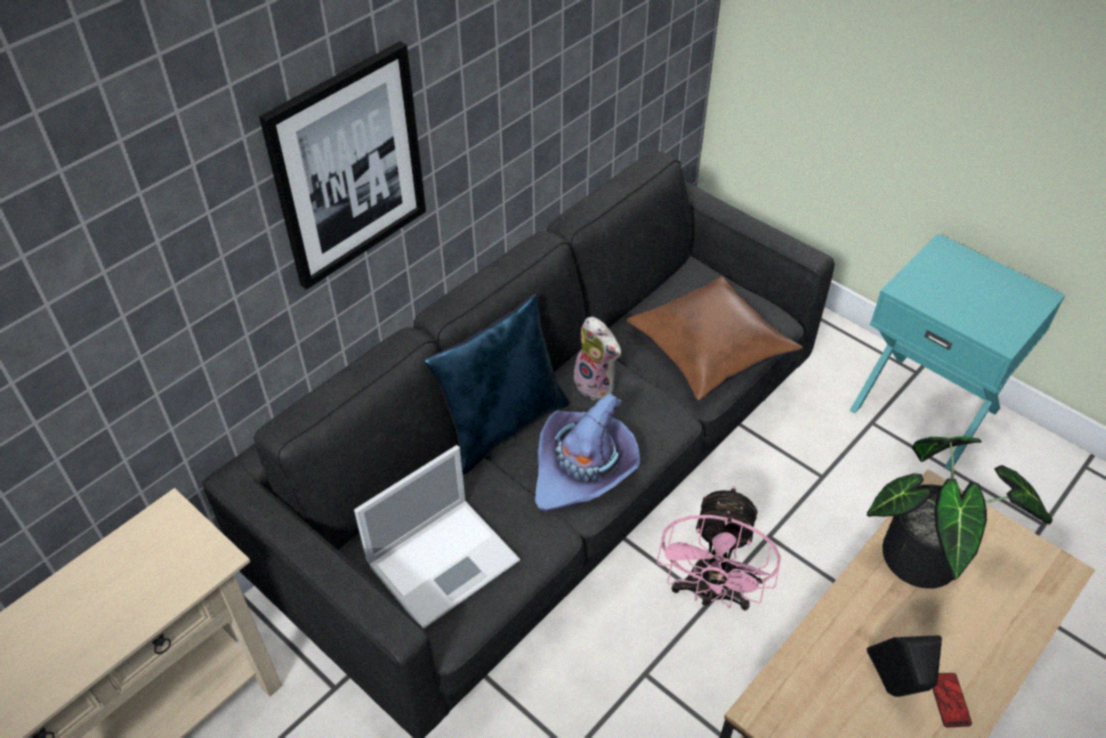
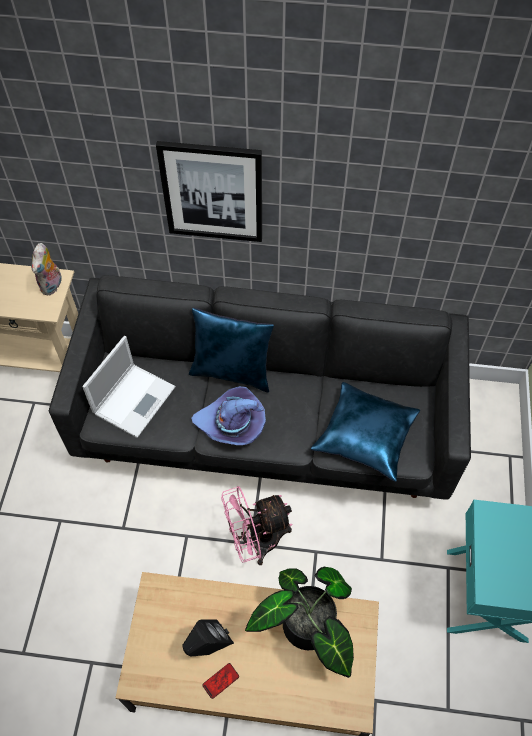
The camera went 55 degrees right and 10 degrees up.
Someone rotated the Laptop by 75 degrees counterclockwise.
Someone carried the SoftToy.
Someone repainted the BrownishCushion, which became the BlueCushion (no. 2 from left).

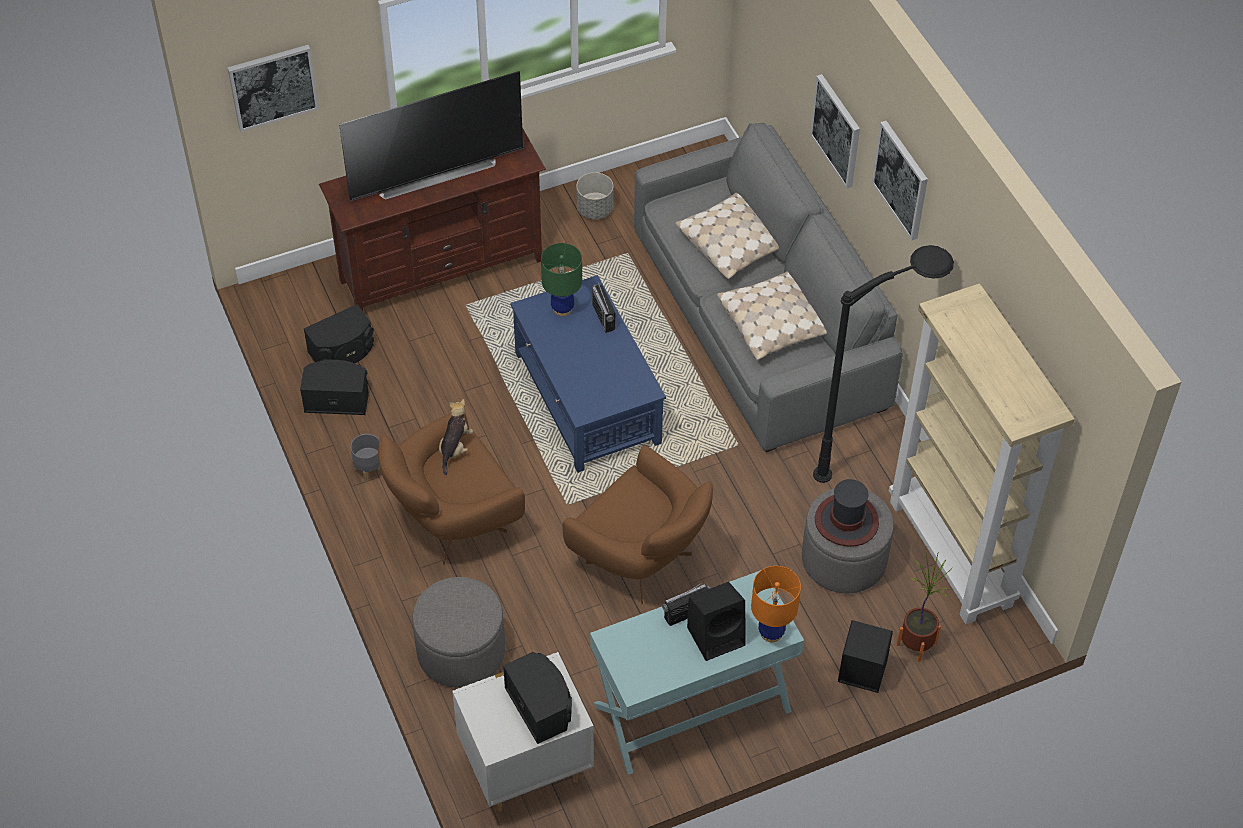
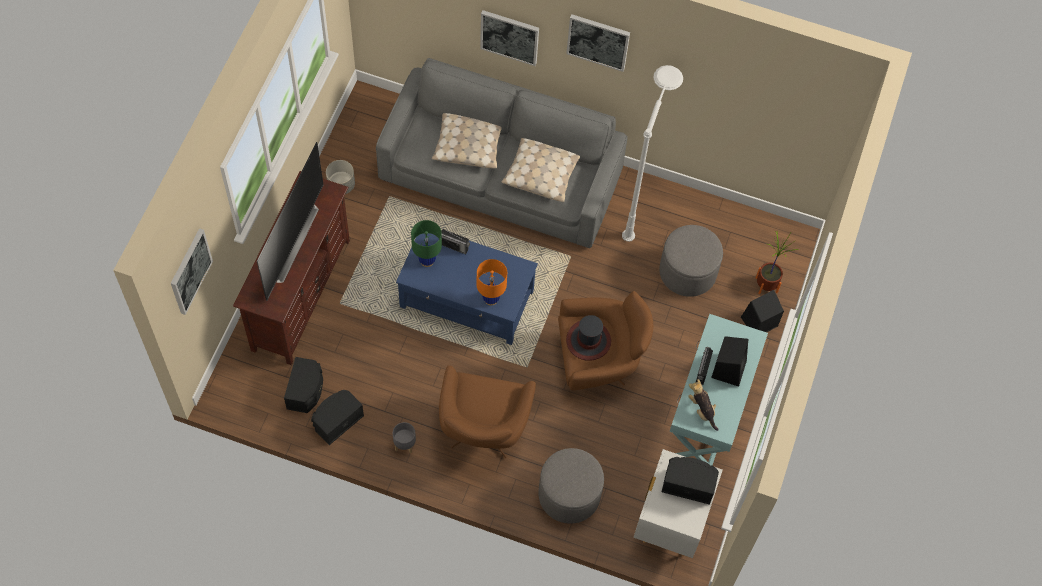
The camera went 50 degrees left and 10 degrees up.
Someone carried the SoftToy.
Someone carried the OrangeLampForATable.
Someone repainted the BlackStandardLamp, which became the WhiteStandardLamp.
Someone carried the Hat.
Someone took away the SandColouredShelvingUnit.

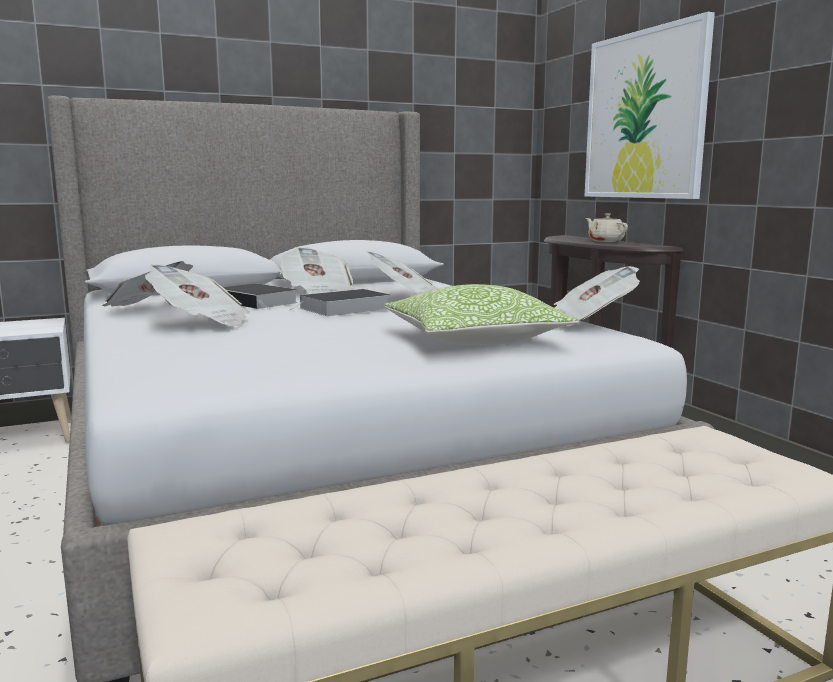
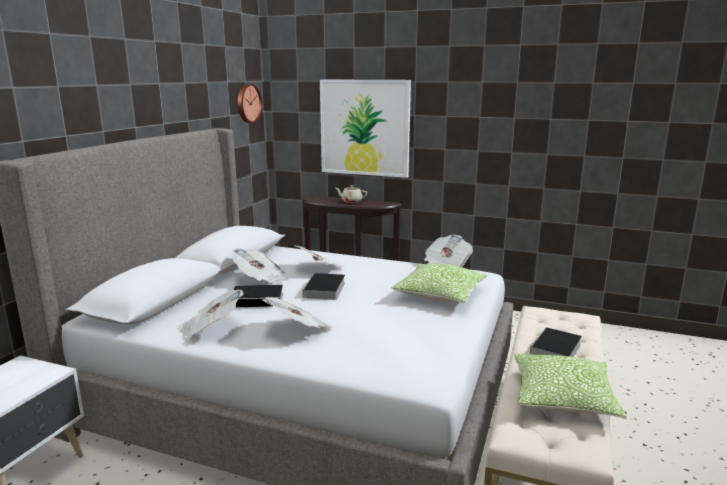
The camera went 45 degrees left and 5 degrees up.
Someone put up the WallClock.
Someone put down the Cushion (no. 2 from left).
Someone put down the BoundBook (no. 3 from left).

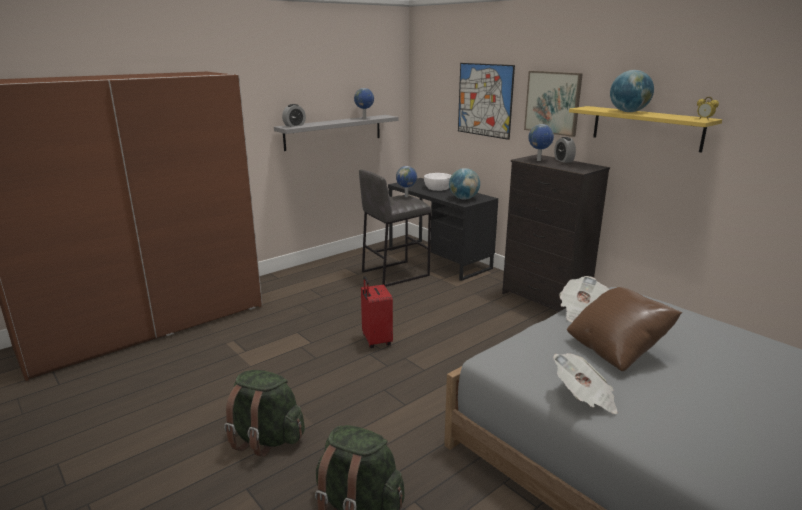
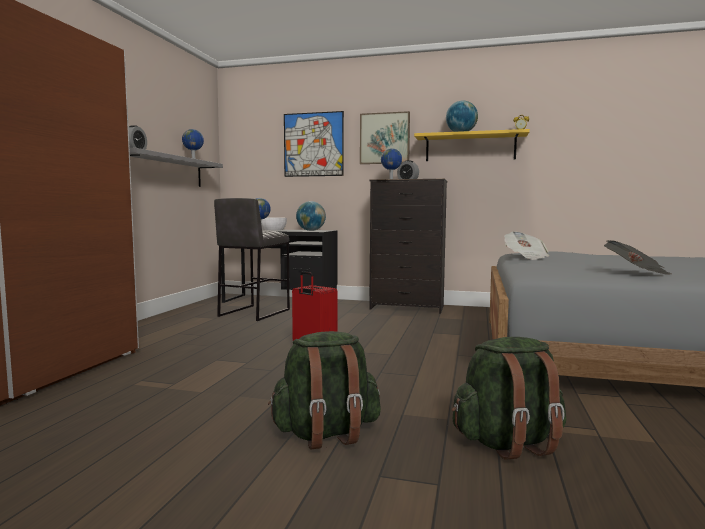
The camera went 35 degrees left and 15 degrees down.
Someone took away the BrownishCushion.

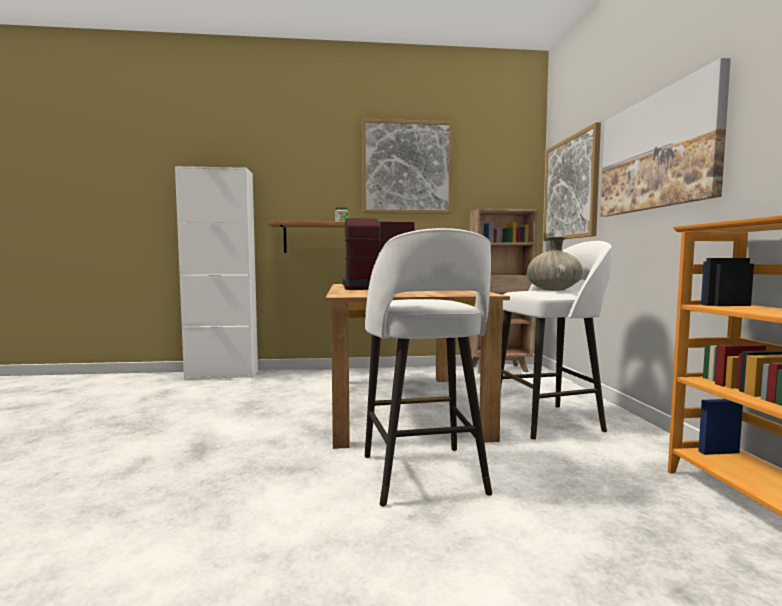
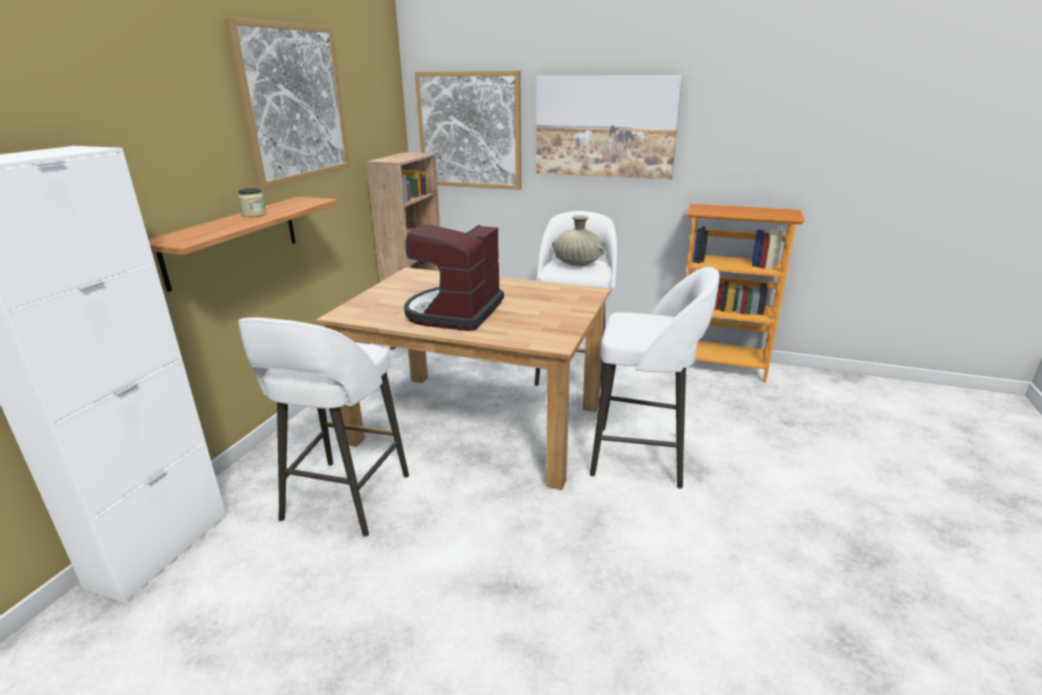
The camera went 65 degrees left and 20 degrees up.
Someone put down the WhiteSittingStool (no. 1 from left).

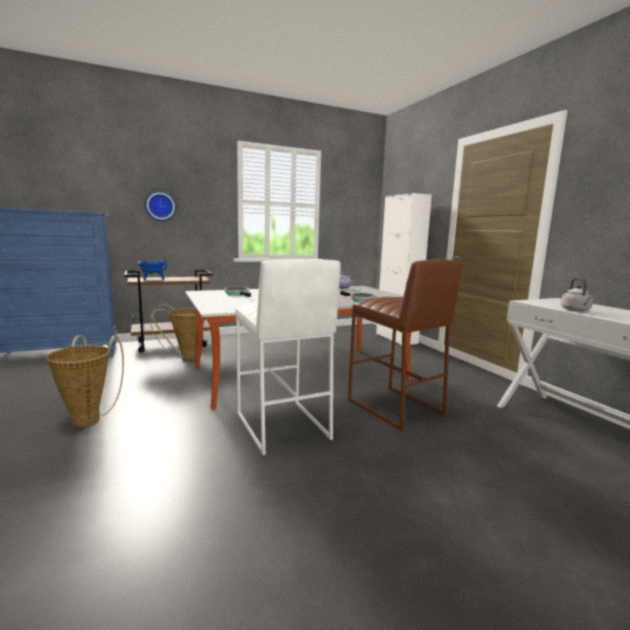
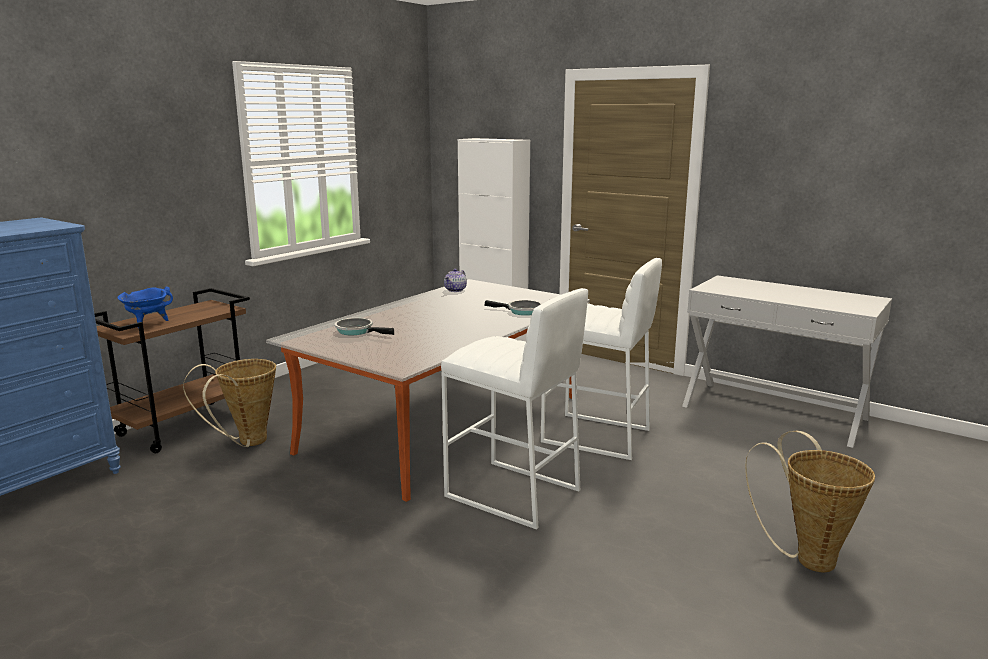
The camera went 30 degrees left and 5 degrees up.
Someone carried the StorageBasket (no. 1 from left in the first image).
Someone took away the WallClock.
Someone repainted the BrownishSittingStool, which became the WhiteSittingStool (no. 2 from left).
Someone took away the GrayTeaKettle.

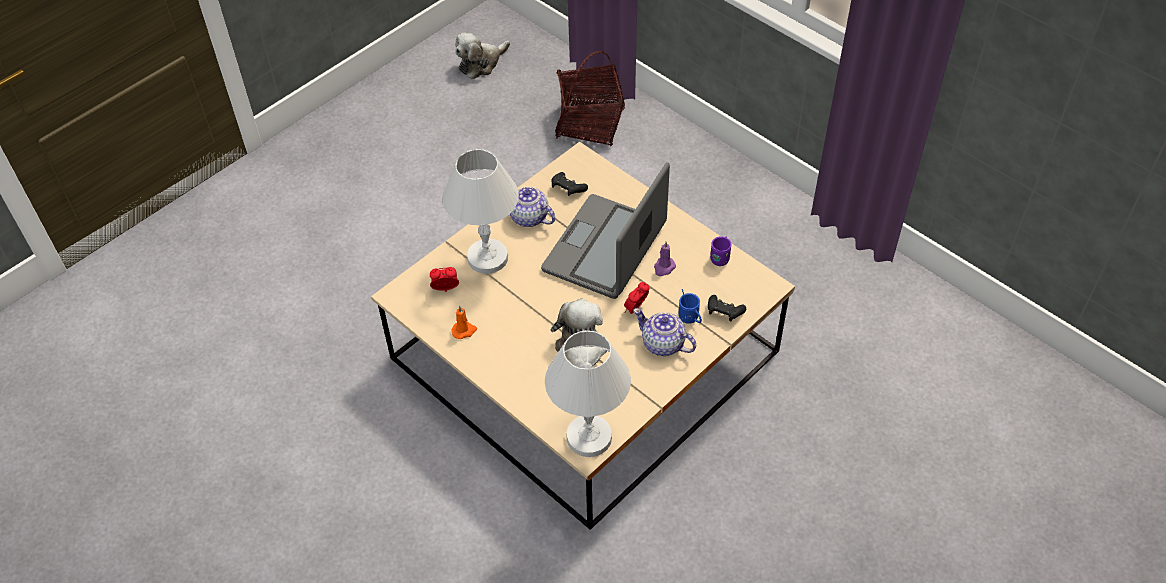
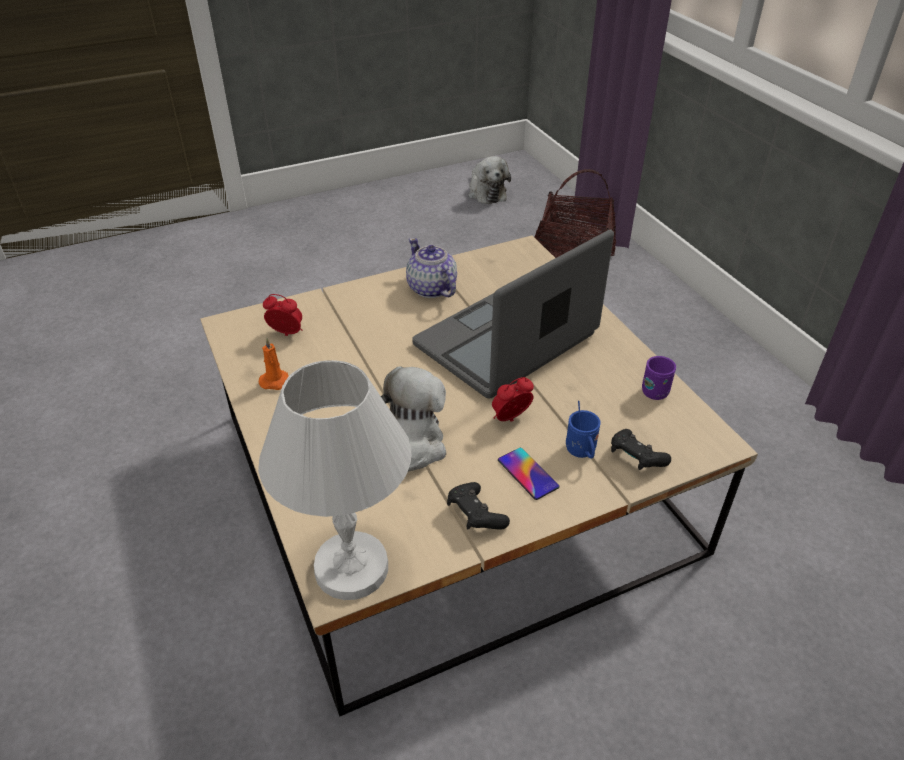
The camera went 20 degrees right and 10 degrees down.
Someone took away the WhiteLampForATable (no. 1 from left).
Someone rotated the SoftToy (no. 1 from left in the first image) by 90 degrees counterclockwise.
Someone carried the BlackJoypad (no. 1 from left).
Someone swapped the PotForTea (no. 2 from left) for the Telephone.
Someone took away the PurpleWaxCandle.

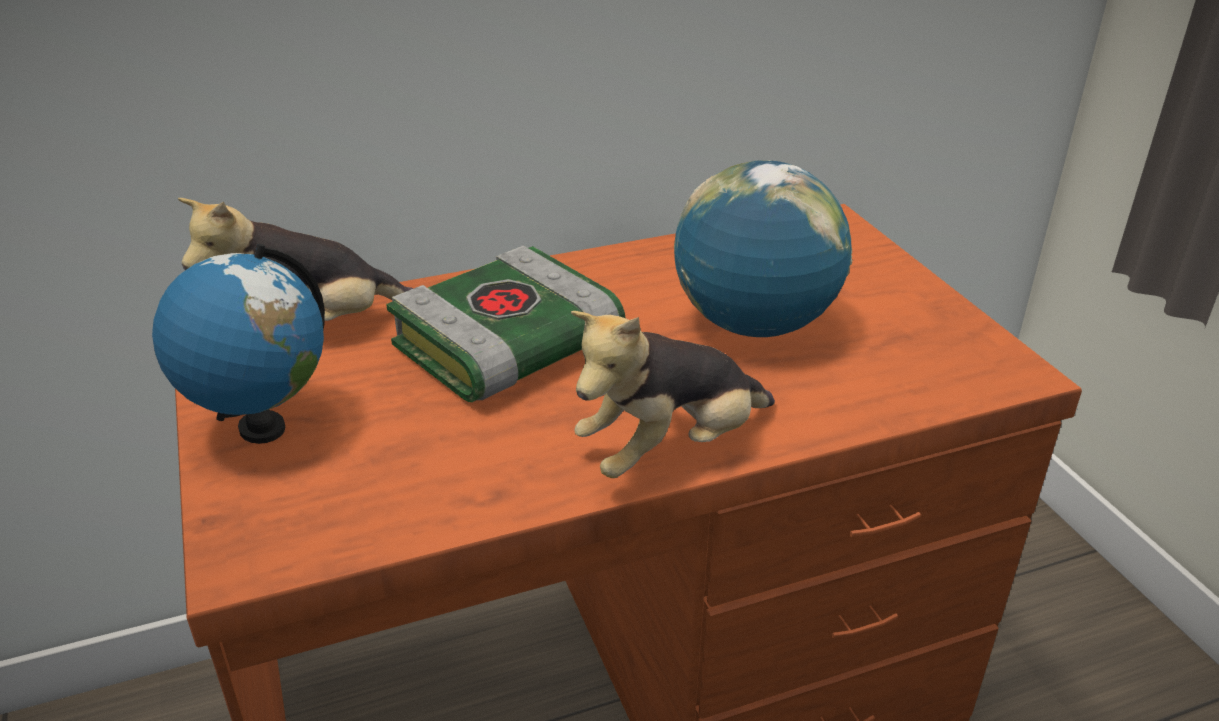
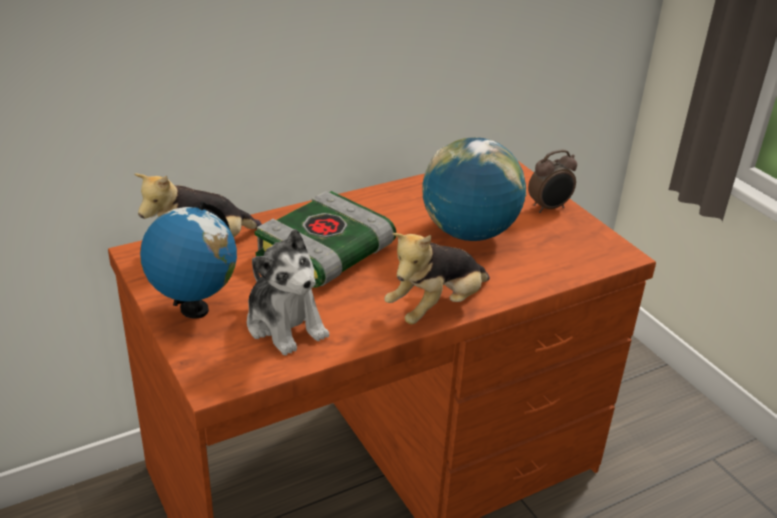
The camera went 10 degrees left and 0 degrees up.
Someone put down the SoftToy (no. 2 from left).
Someone put down the TableClock.

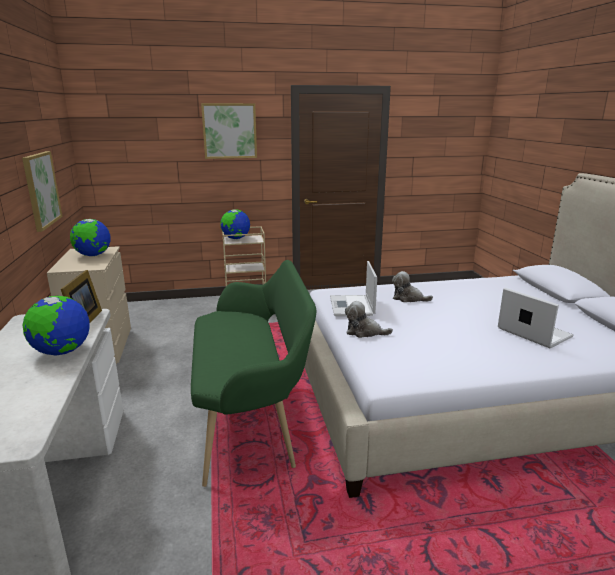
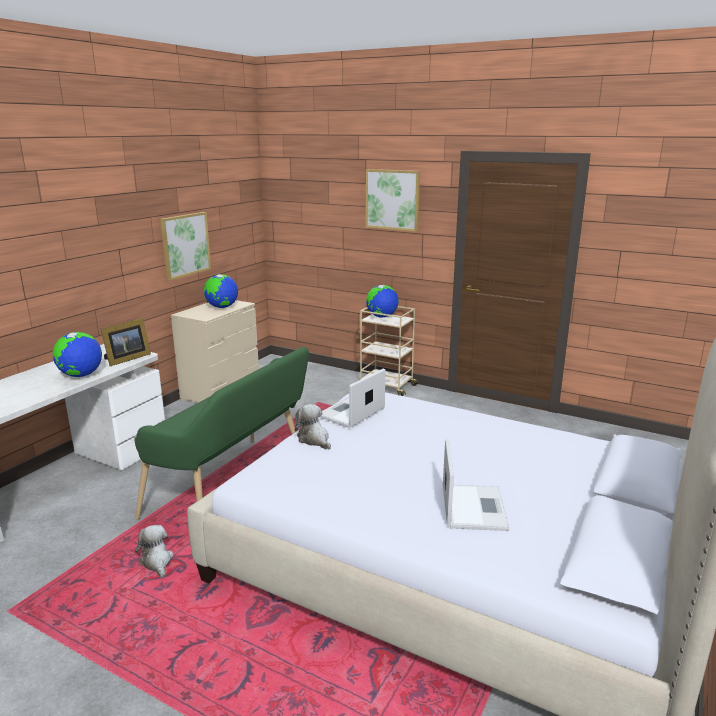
The camera went 40 degrees right and 0 degrees up.
Someone carried the SoftToy (no. 2 from left in the first image).

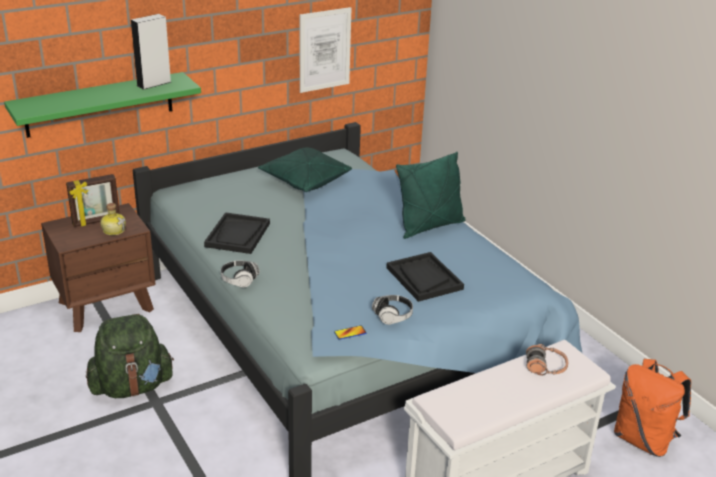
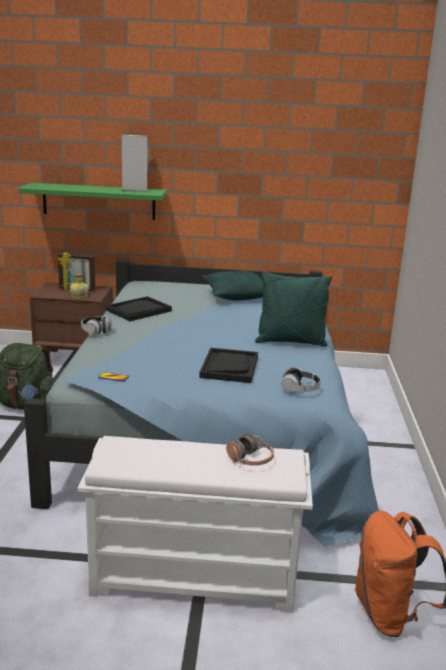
The camera went 35 degrees right and 10 degrees down.
Someone took away the WallArt.
Someone carried the PairOfHeadphones (no. 2 from left in the first image).

